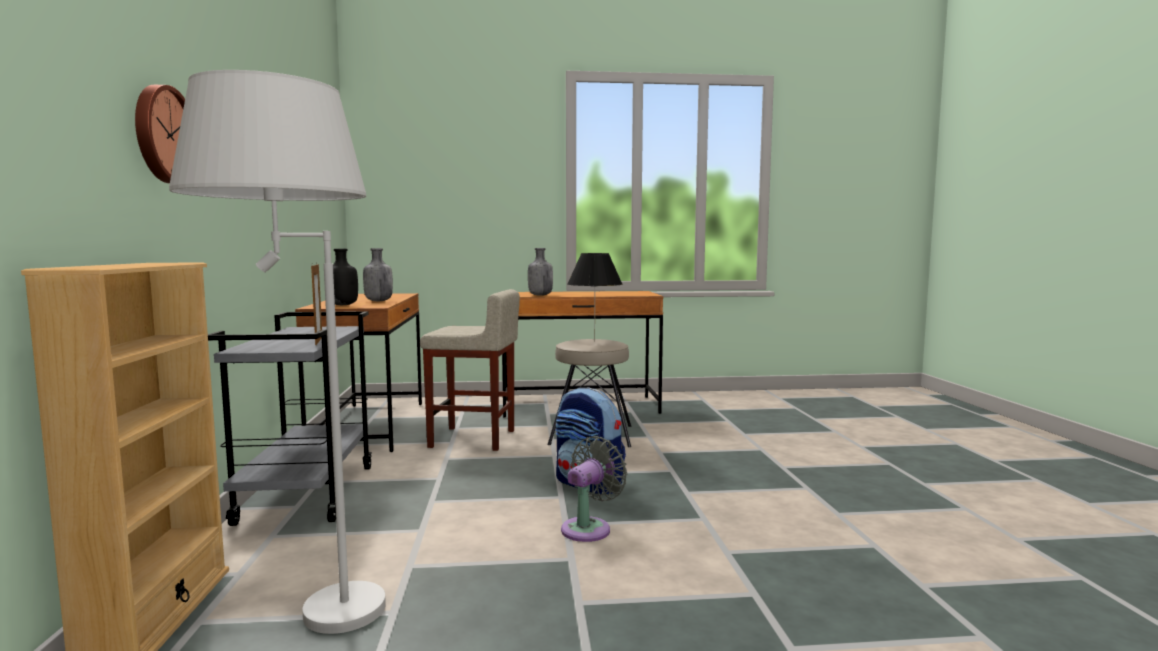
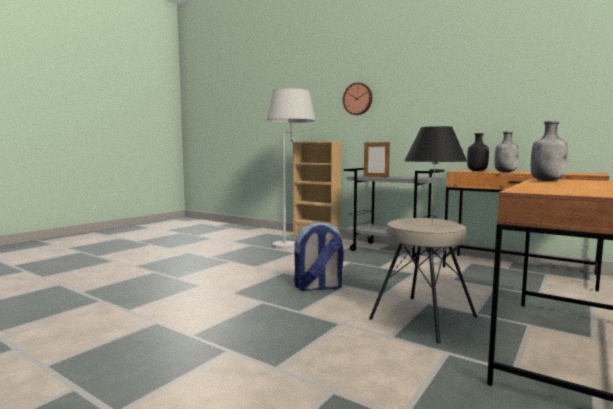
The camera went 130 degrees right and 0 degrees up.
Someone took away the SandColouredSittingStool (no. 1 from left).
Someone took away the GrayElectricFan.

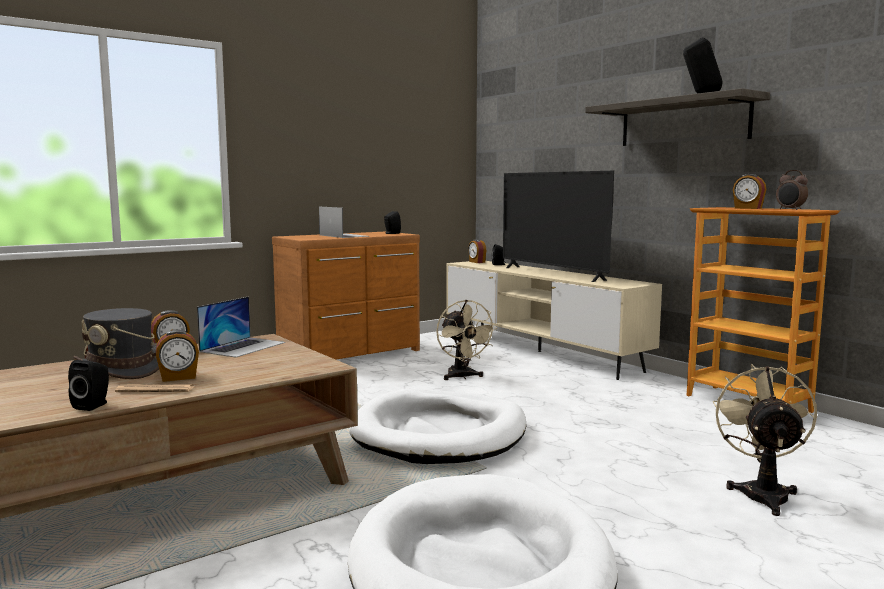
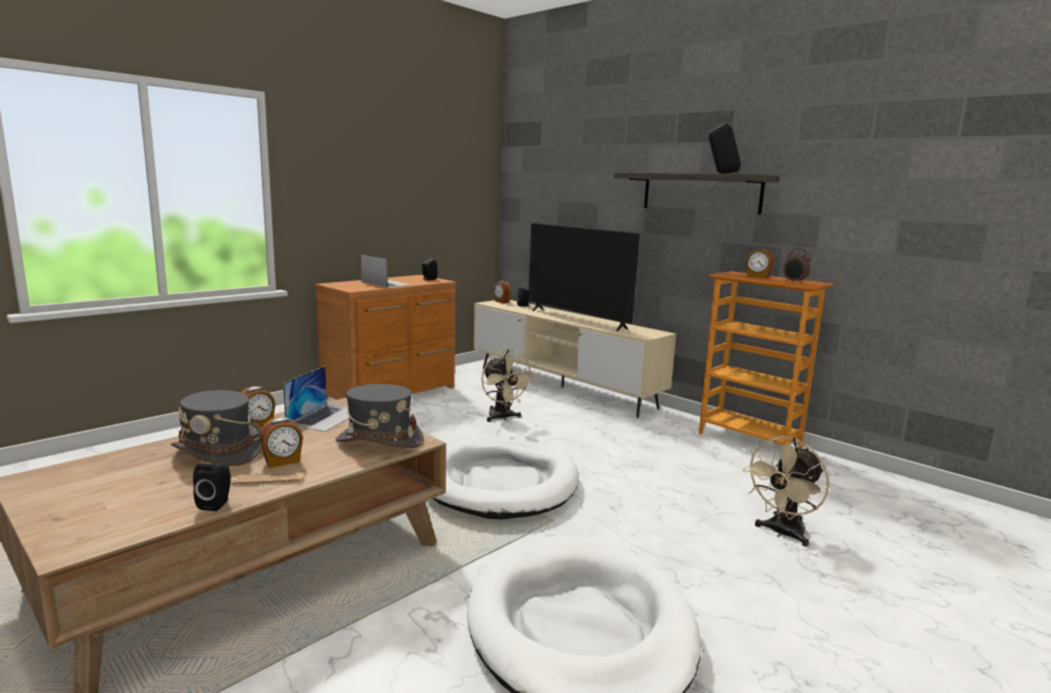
The camera went 10 degrees left and 5 degrees up.
Someone rotated the SandColouredElectricFan (no. 2 from left) by 135 degrees counterclockwise.
Someone put down the GrayHat (no. 2 from left).

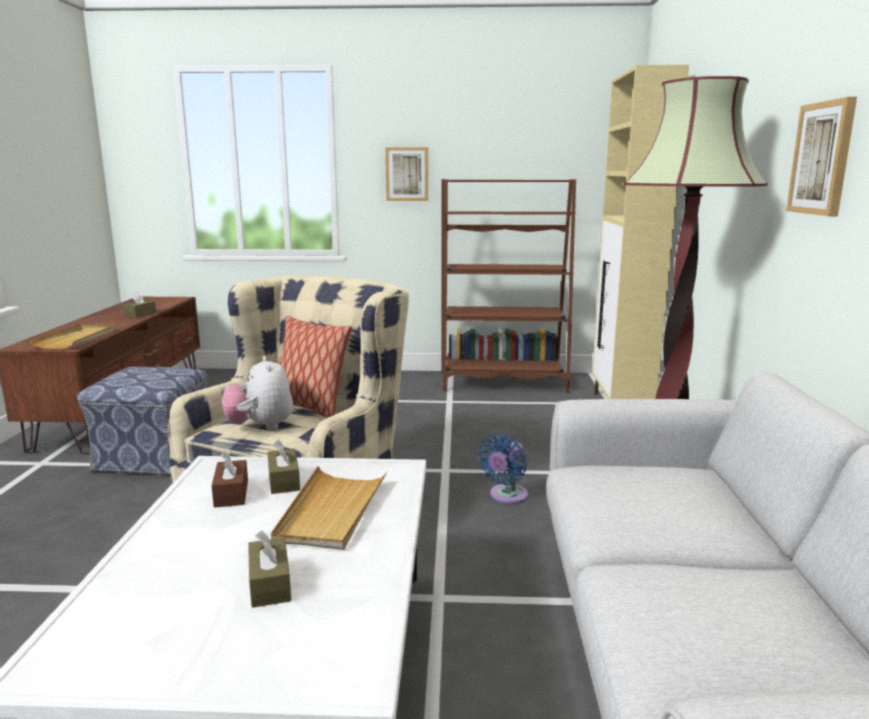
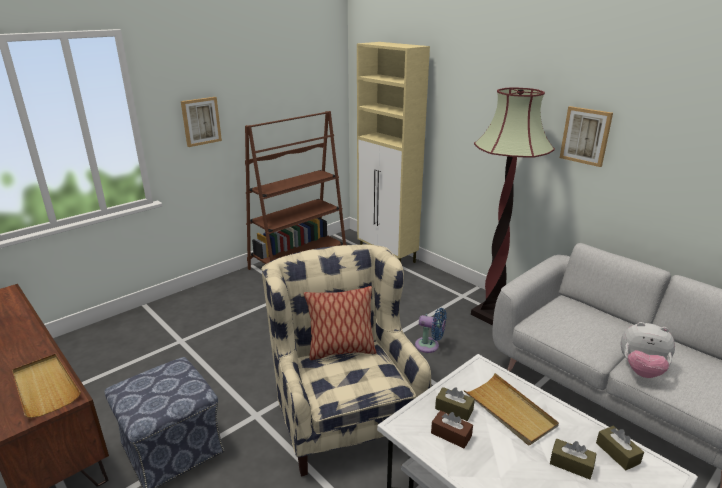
The camera went 45 degrees left and 10 degrees up.
Someone carried the BrownishBoxOfTissues (no. 1 from left in the first image).
Someone carried the SoftToy.
Someone rotated the BlueElectricFan by 60 degrees counterclockwise.

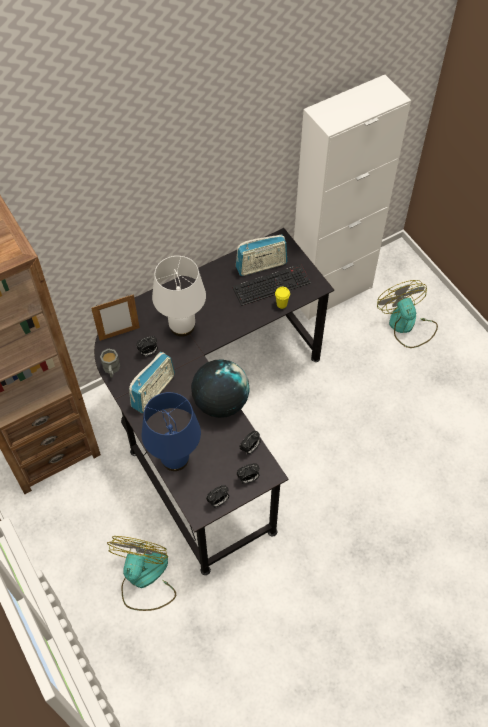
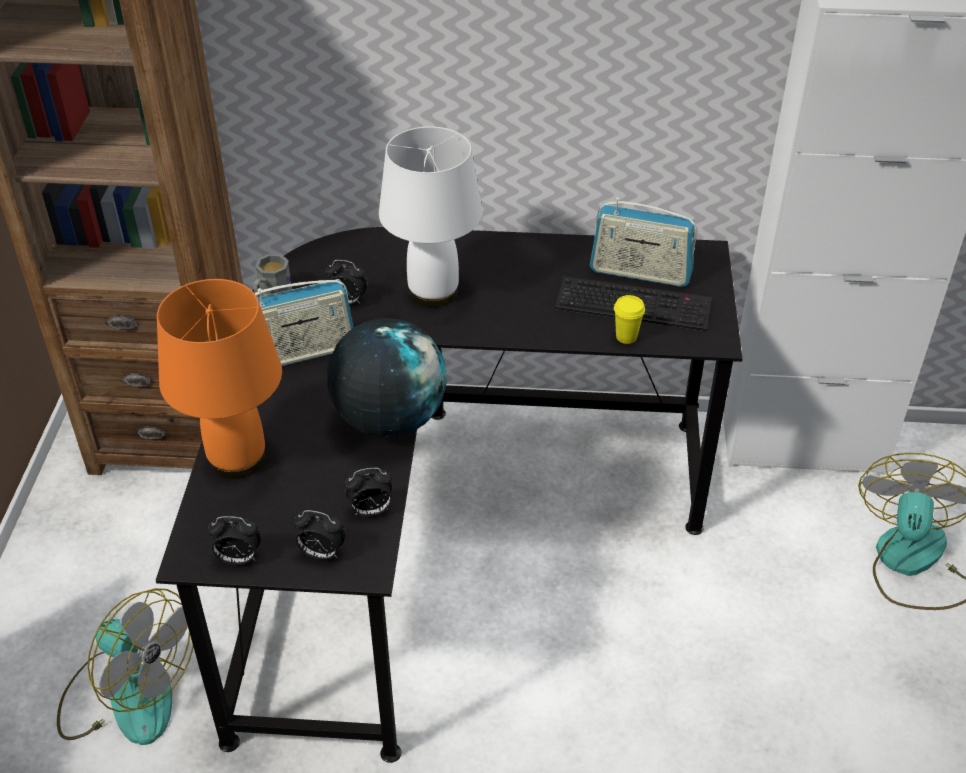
The camera went 35 degrees right and 15 degrees down.
Someone took away the PictureFrame.
Someone rotated the ElectricFan (no. 1 from left) by 75 degrees clockwise.
Someone repainted the BlueLampForATable, which became the OrangeLampForATable.

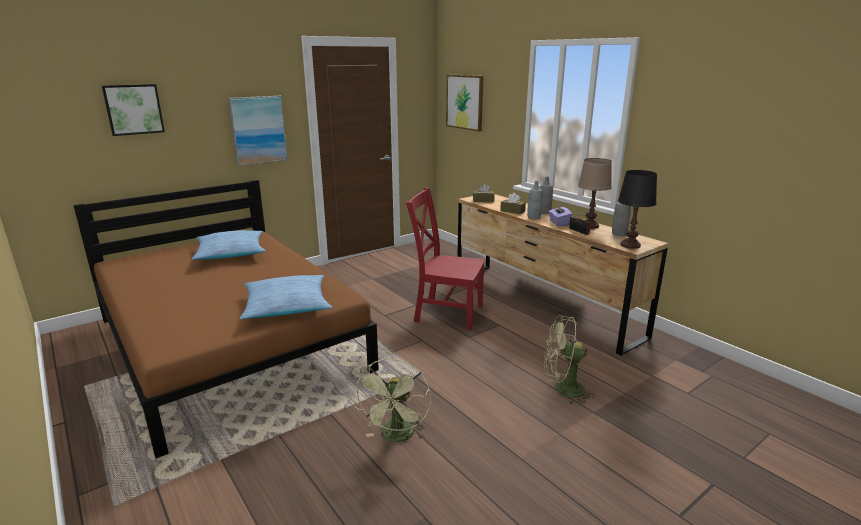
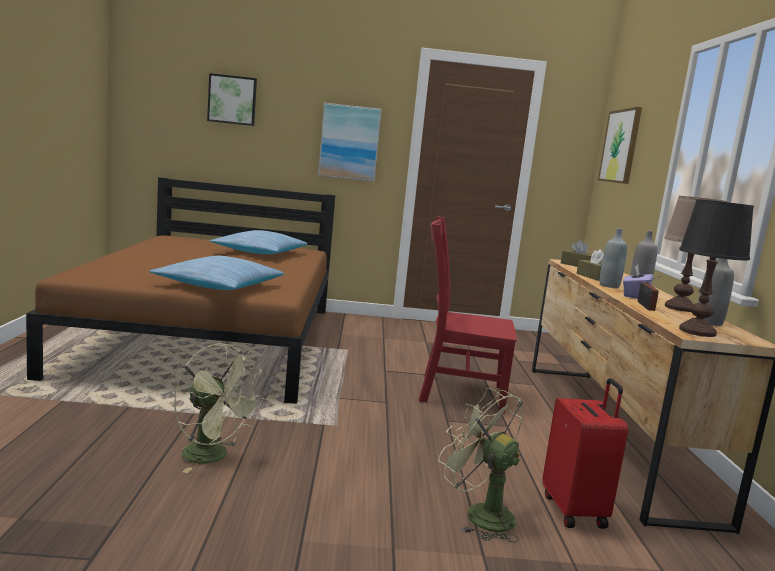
The camera went 35 degrees right and 10 degrees down.
Someone rotated the GreenishElectricFan (no. 1 from left) by 105 degrees counterclockwise.
Someone rotated the RedColouredChair by 45 degrees counterclockwise.
Someone put down the RedColouredSuitcase.

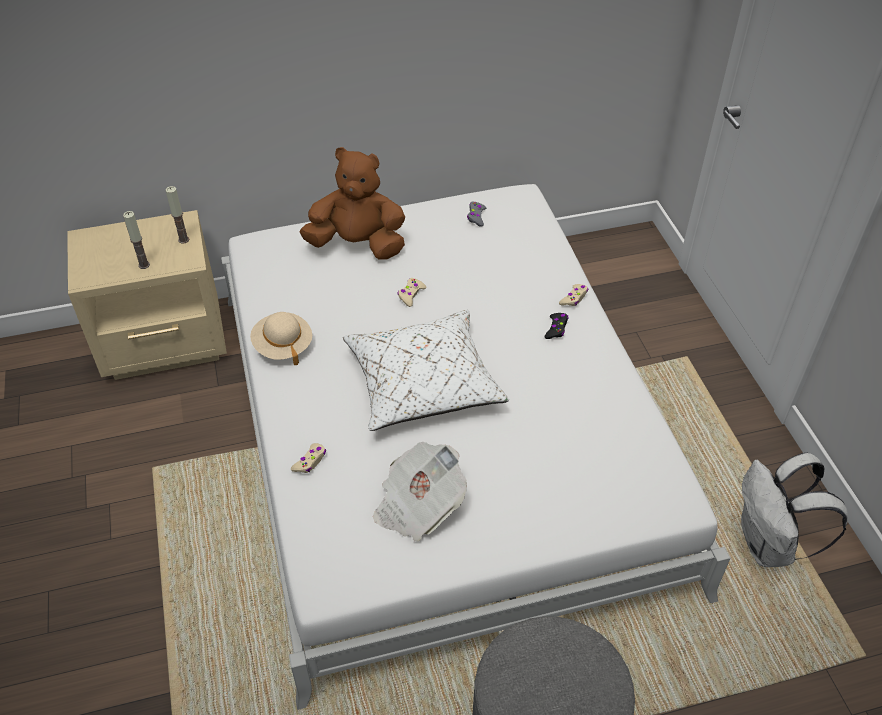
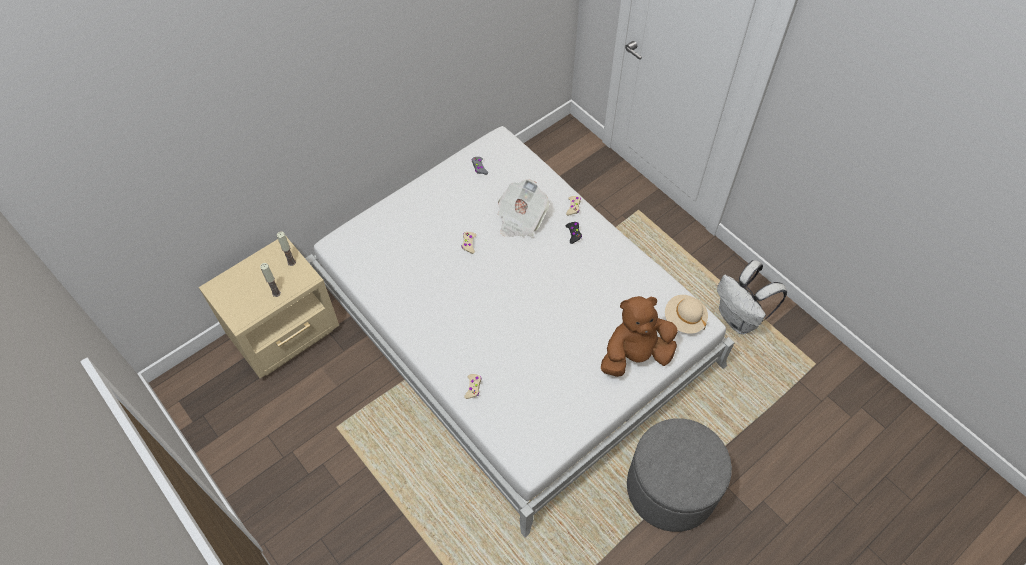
The camera went 25 degrees left and 10 degrees up.
Someone carried the SandColouredHat.
Someone carried the BrownishSoftToy.
Someone took away the WhiteCushion.
Someone carried the Newspaper.

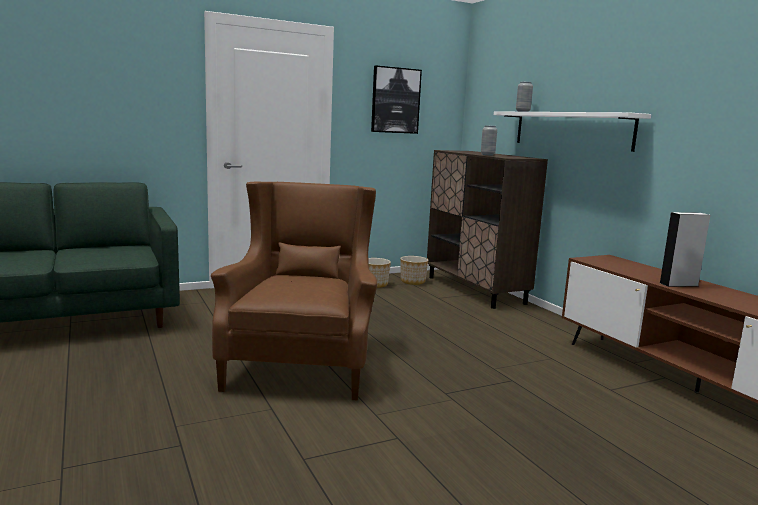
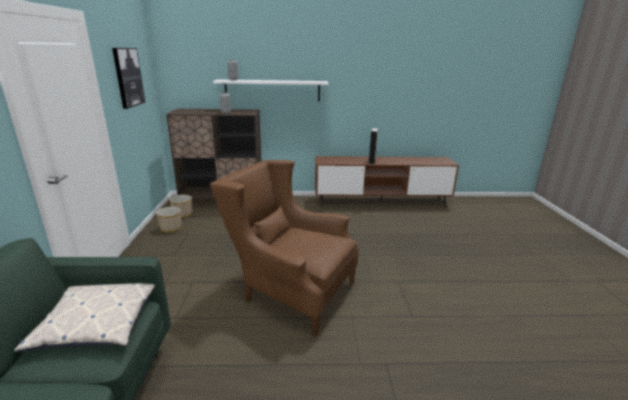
The camera went 65 degrees left and 10 degrees up.
Someone put down the Cushion.

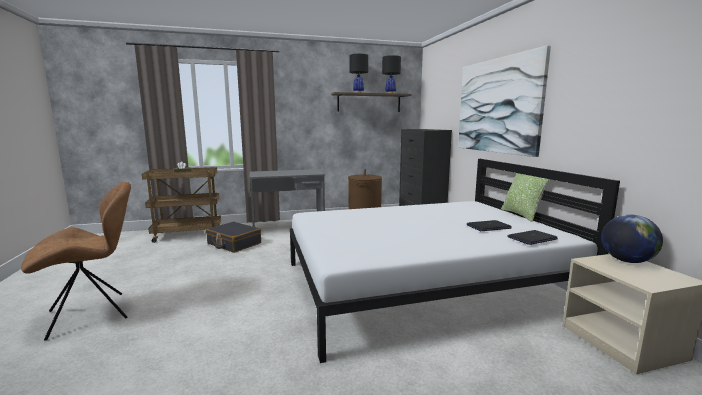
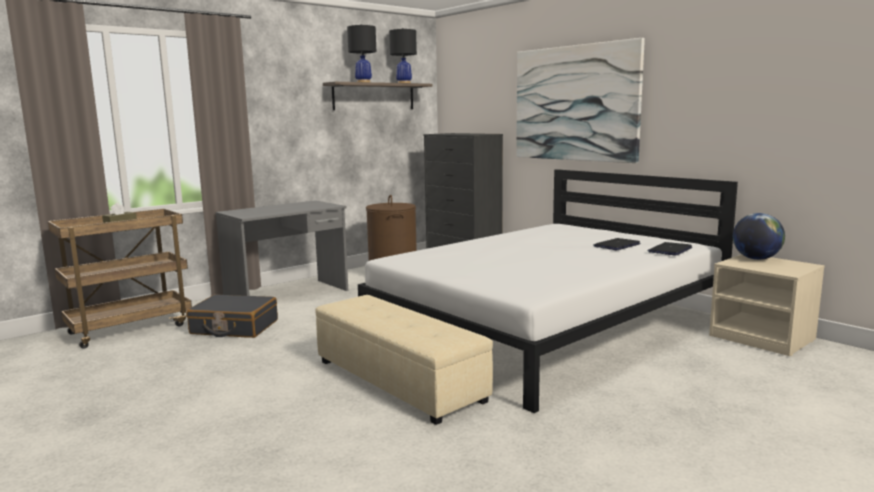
The camera went 25 degrees left and 0 degrees up.
Someone took away the BrownishChair.
Someone took away the Cushion.
Someone put down the SandColouredFootrest.

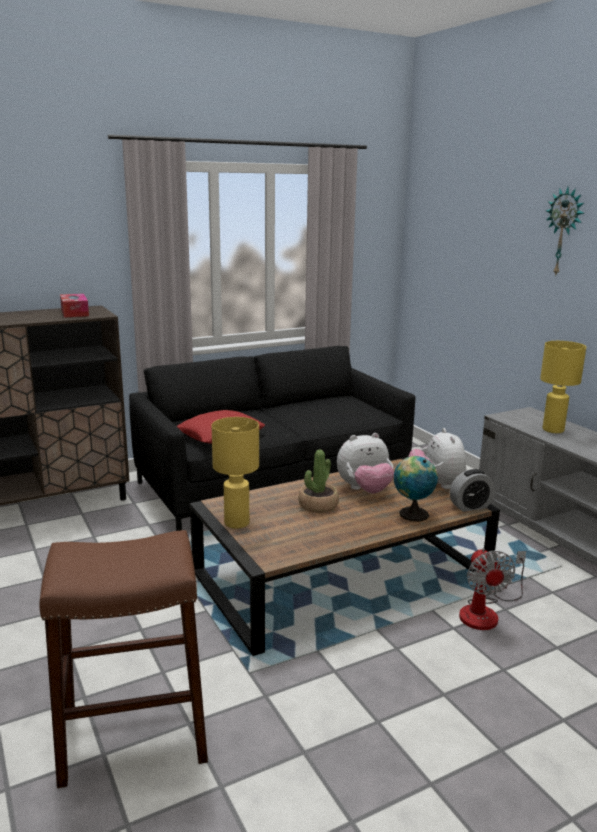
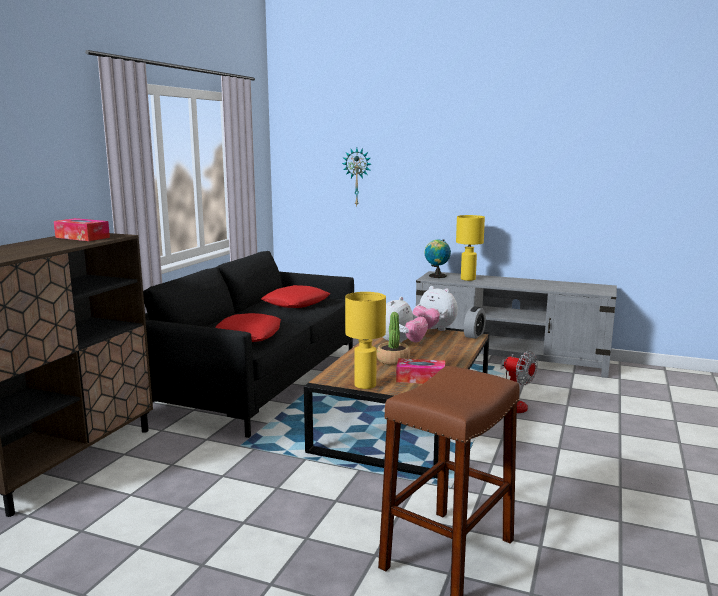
The camera went 40 degrees left and 5 degrees down.
Someone carried the Globe.
Someone carried the WallClock.
Someone put down the RedColouredCushion (no. 2 from left).
Someone put down the BoxOfTissues (no. 2 from left).

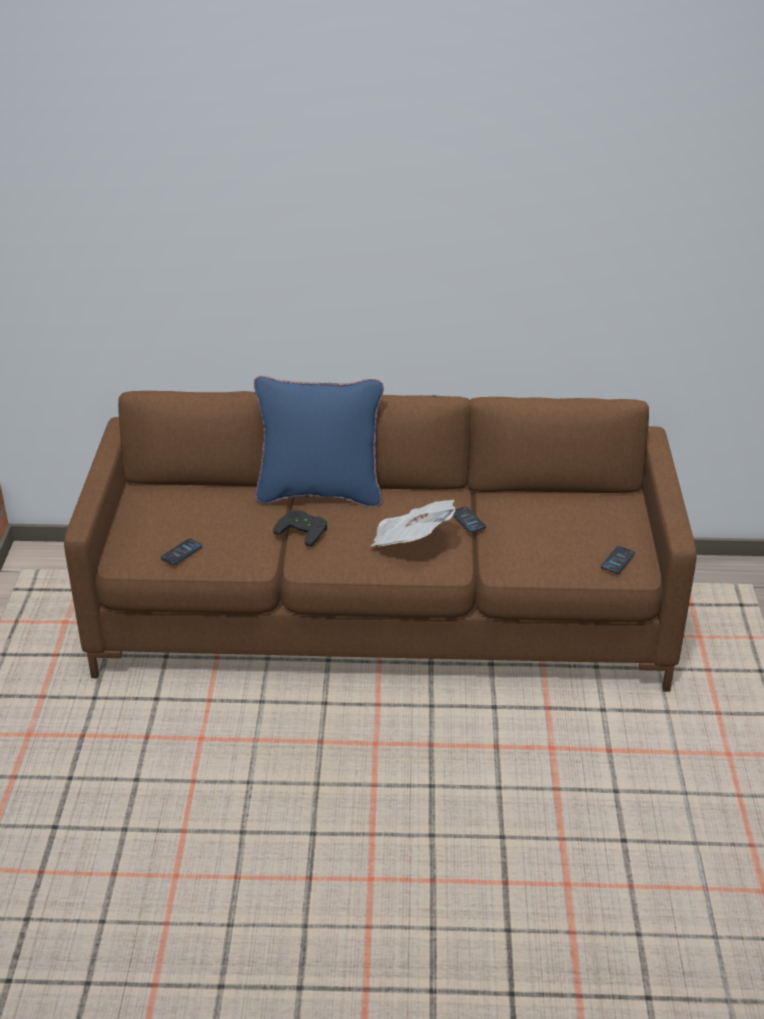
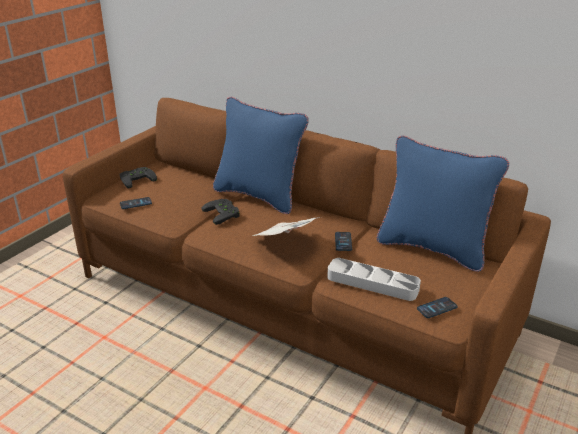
The camera went 30 degrees right and 5 degrees down.
Someone put down the BlackJoypad (no. 1 from left).
Someone put down the GrayTray.
Someone put down the BlueCushion (no. 2 from left).

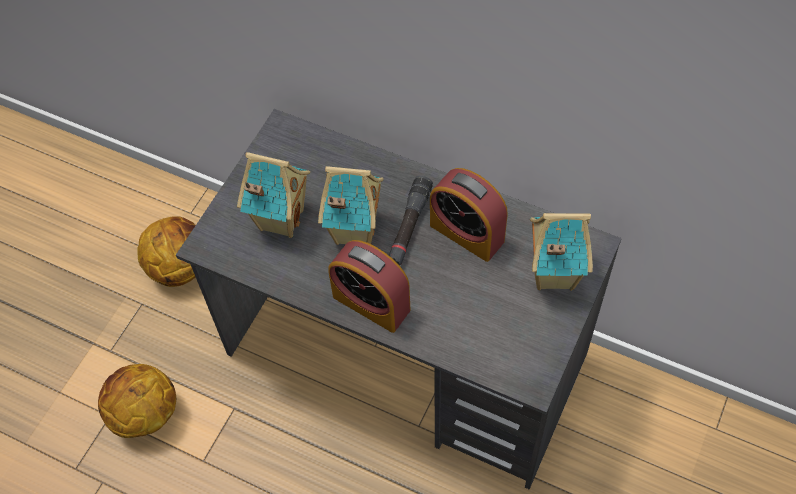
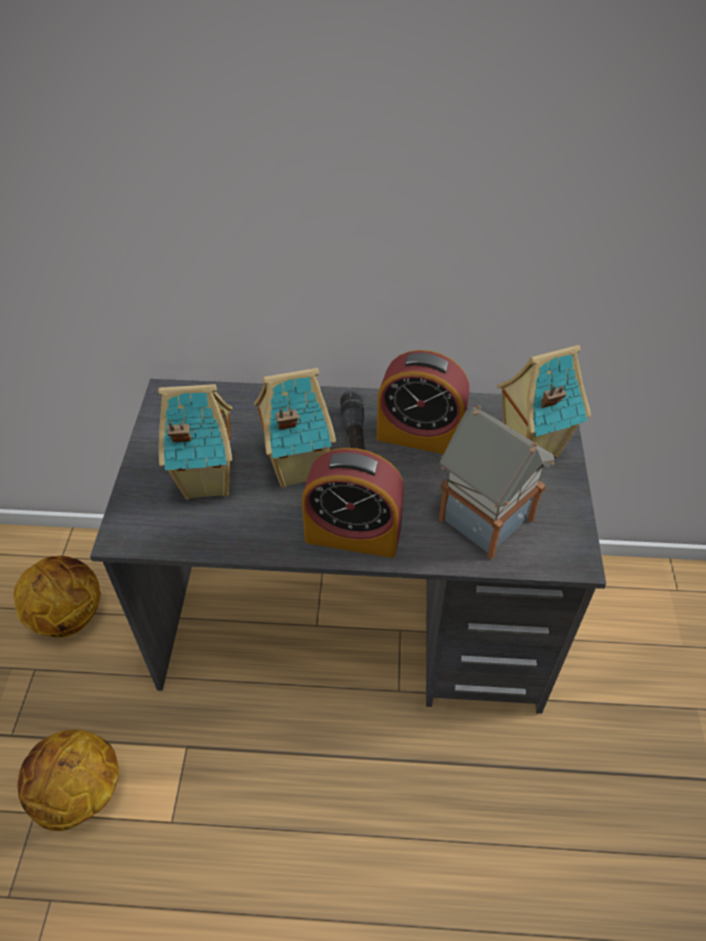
The camera went 25 degrees left and 10 degrees down.
Someone put down the ModelHouse (no. 3 from left).

